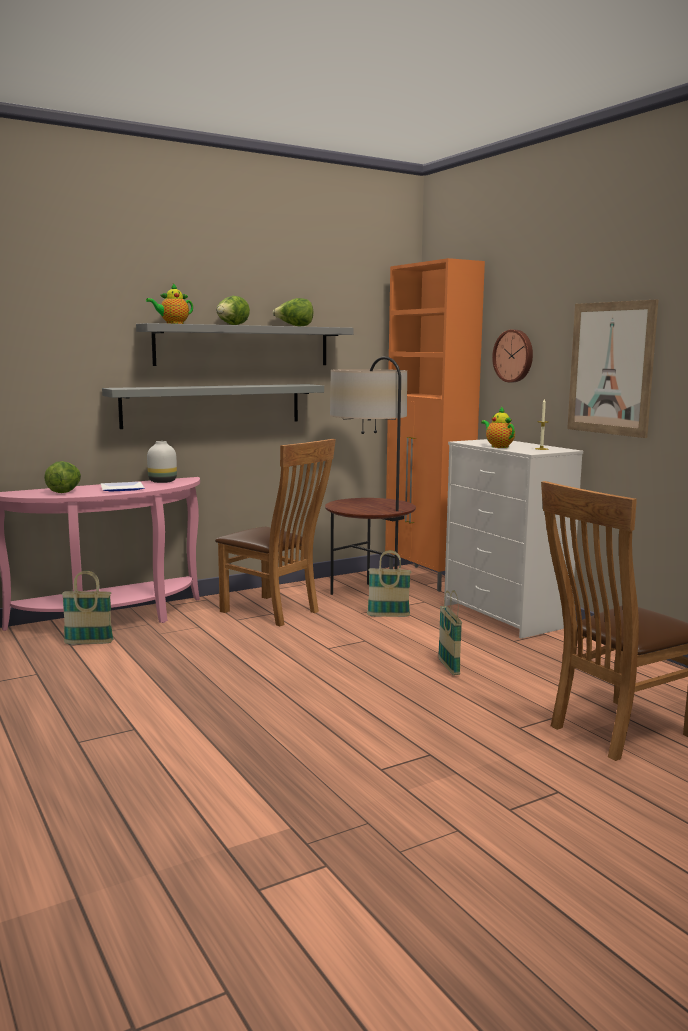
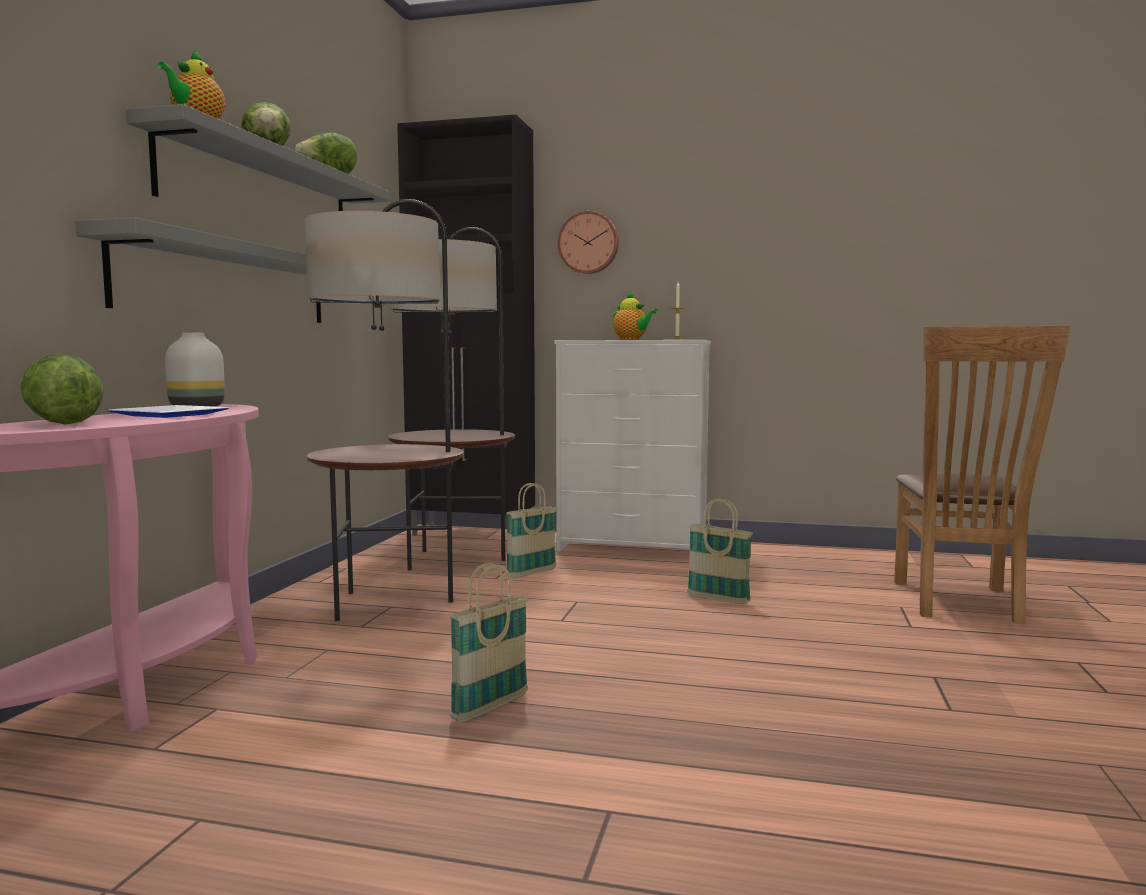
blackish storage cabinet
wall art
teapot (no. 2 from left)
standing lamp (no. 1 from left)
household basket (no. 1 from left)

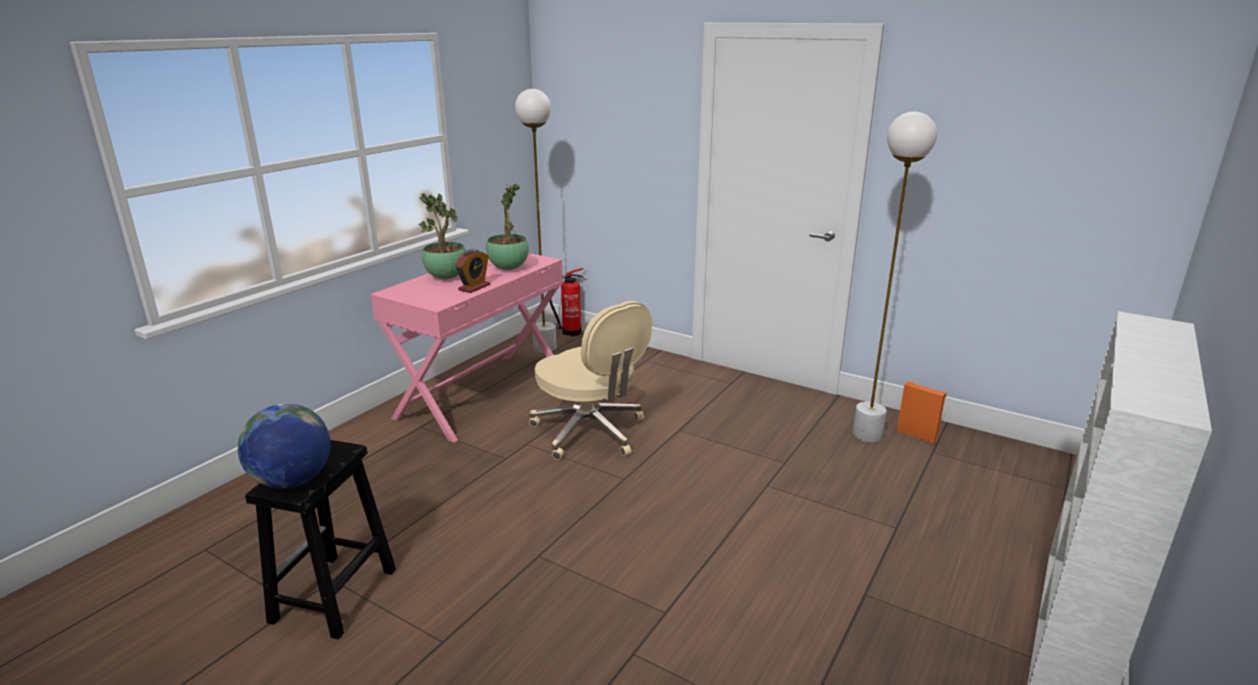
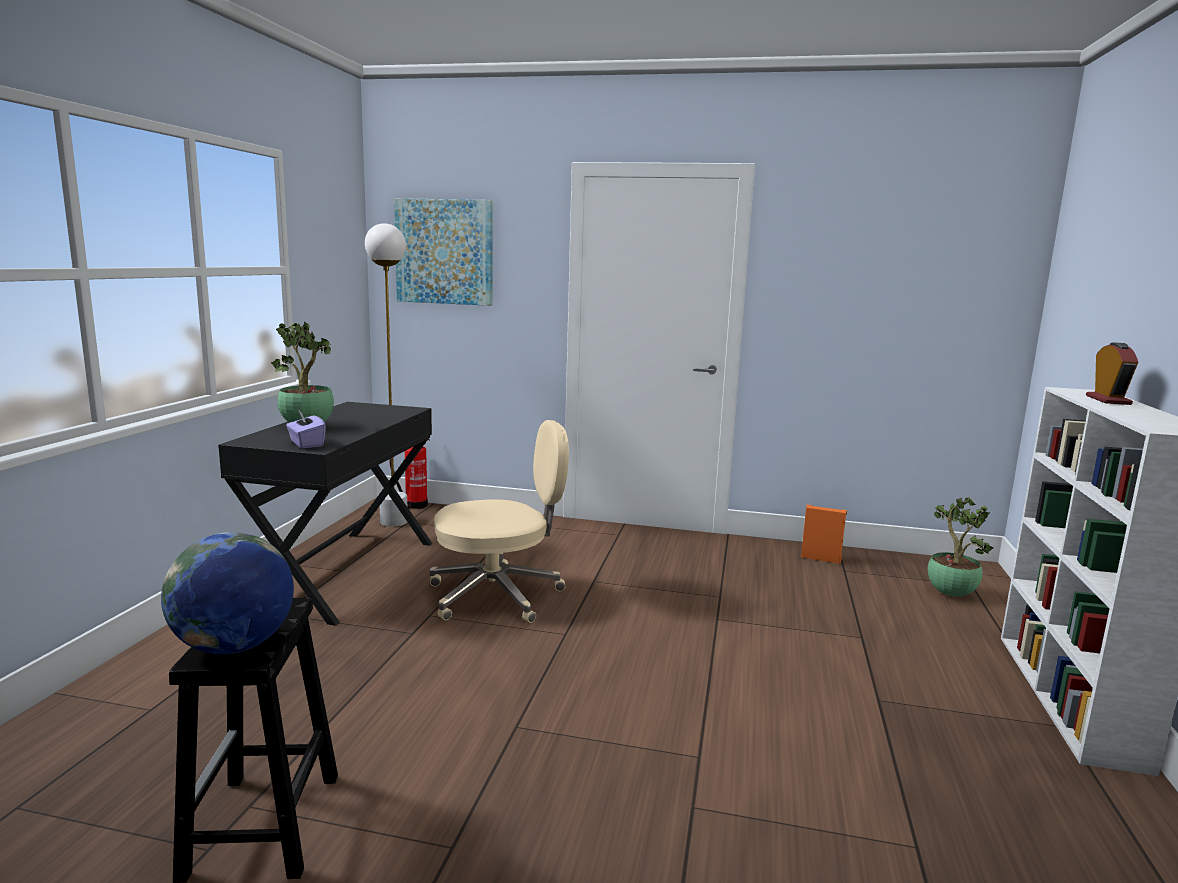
white standing lamp (no. 2 from left in the first image)
plant in a pot (no. 2 from left)
bedside clock
blackish desk
beige-coloured desk chair
wall art
purple-coloured tissue holder

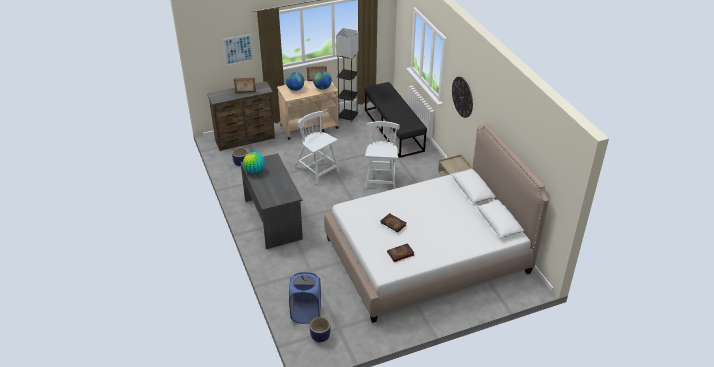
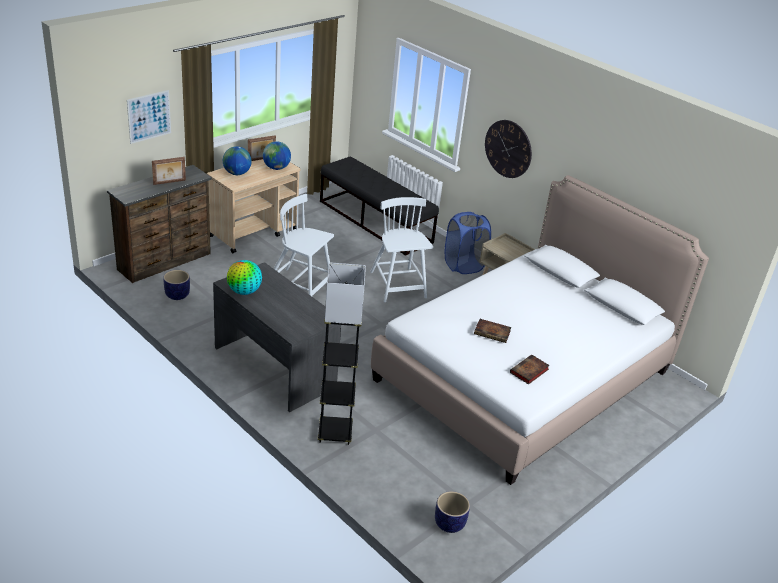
gray standing lamp
bluish laundry basket

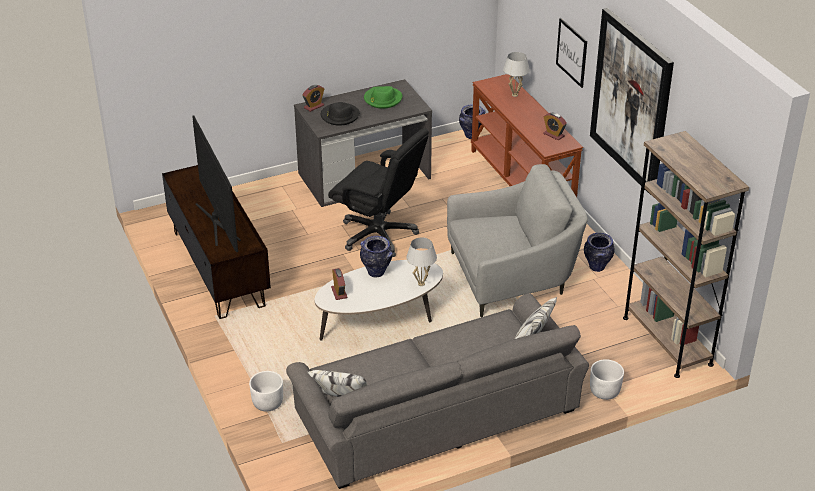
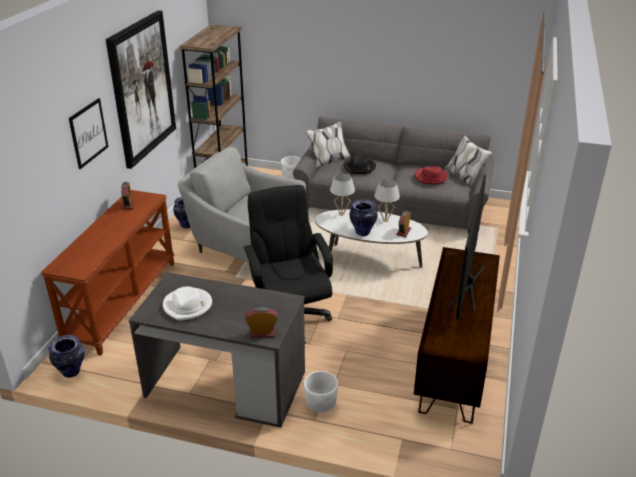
white lamp for a table (no. 2 from left)
white hat
blackish hat
white plant pot (no. 2 from left)
red hat

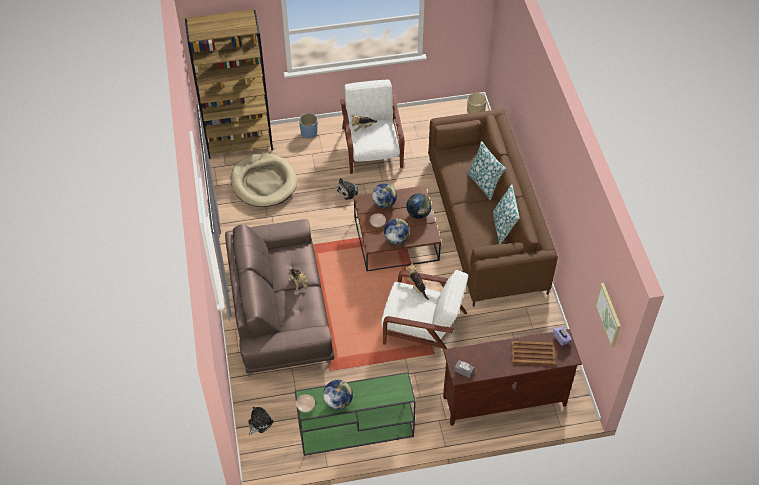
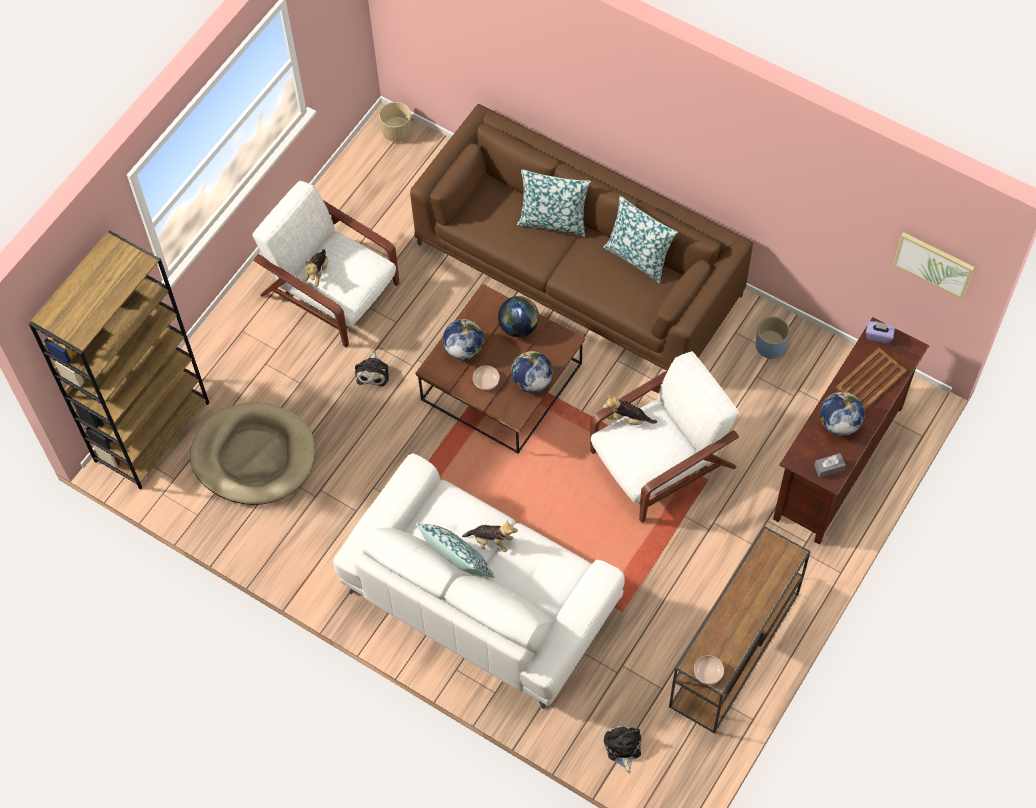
bluish plant pot
white settee
brownish narrow table
world globe (no. 4 from left)
cushion (no. 1 from left)

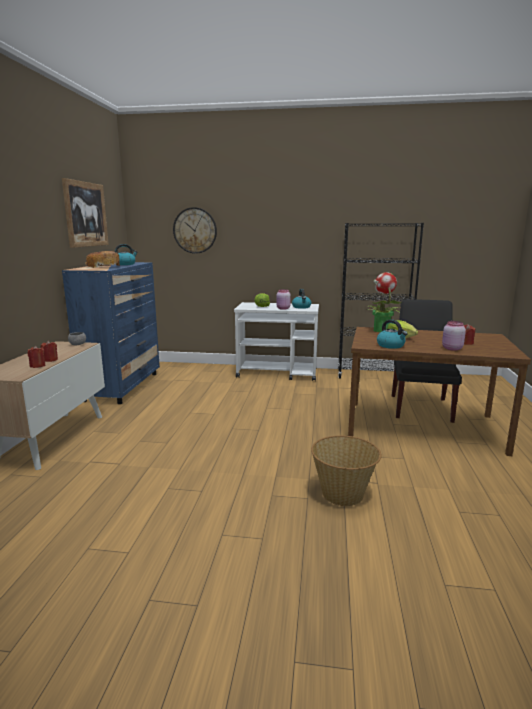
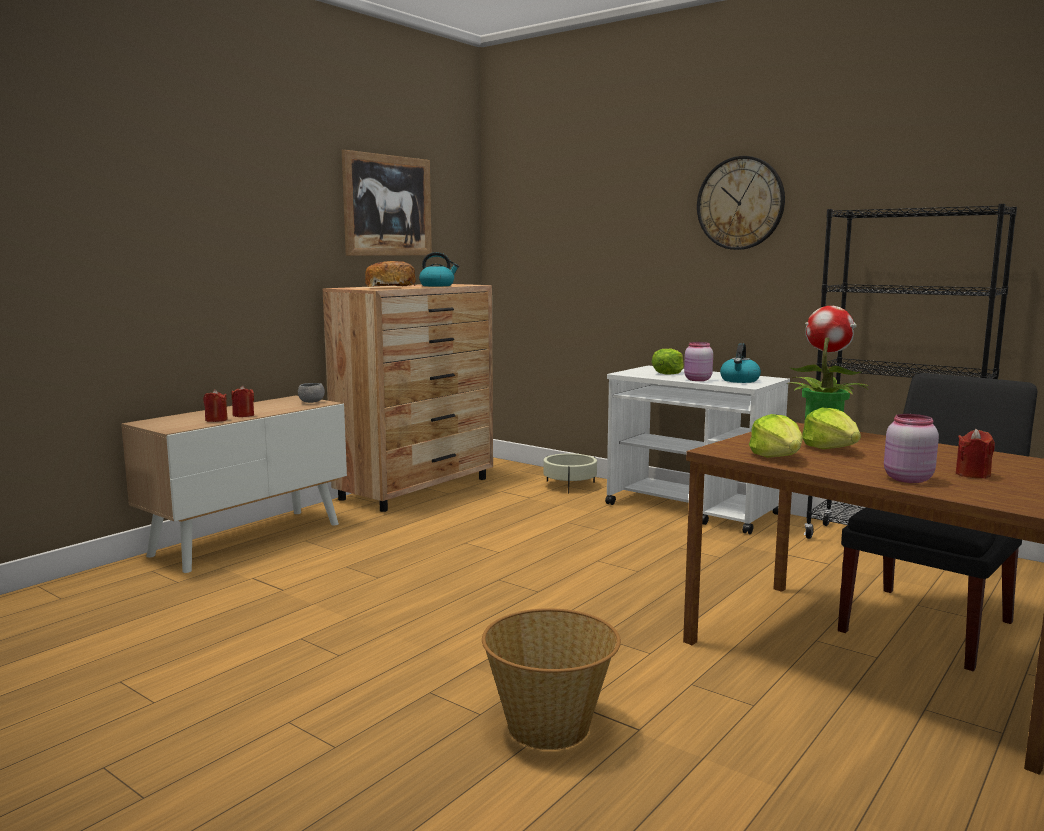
clock on the wall
brownish drawer chest
head of lettuce (no. 2 from left)
beige-coloured plant pot

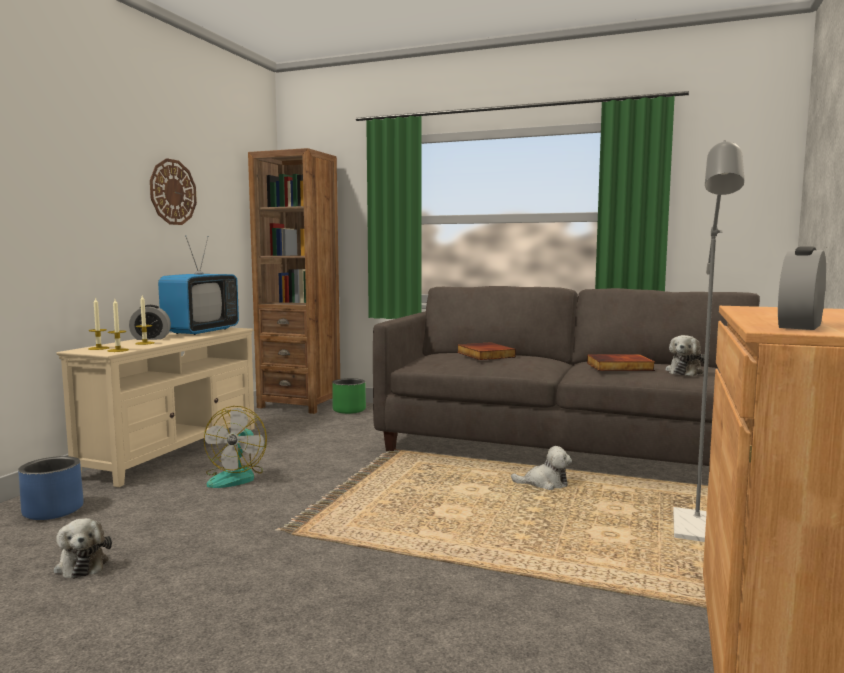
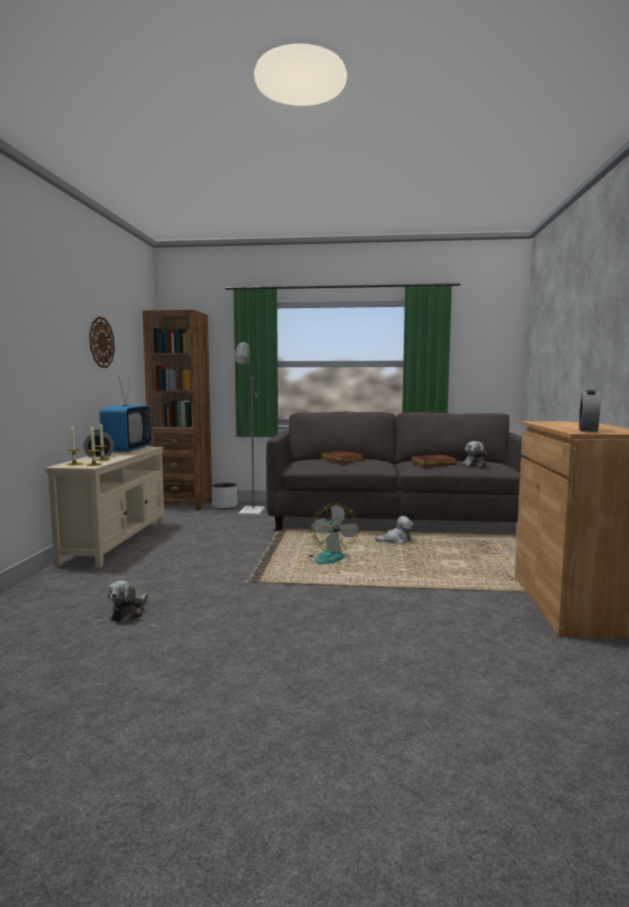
gray standing lamp
gray plant pot
cooling fan
bluish plant pot
plush toy (no. 1 from left)

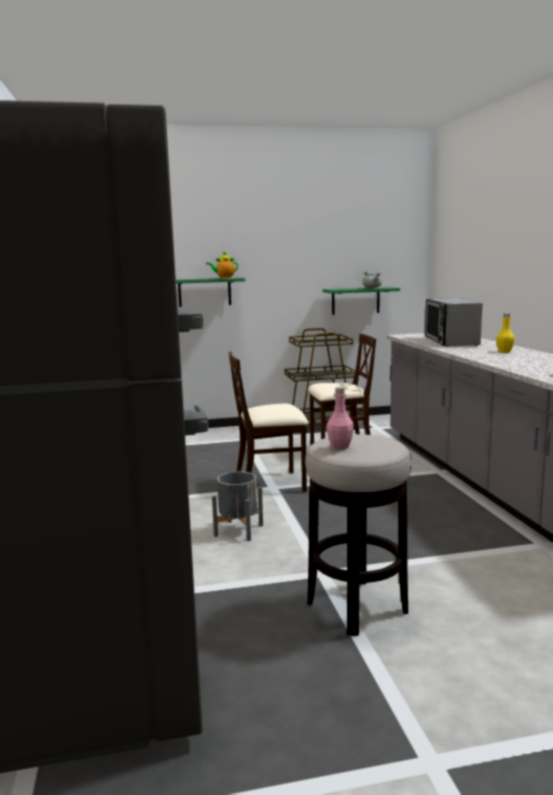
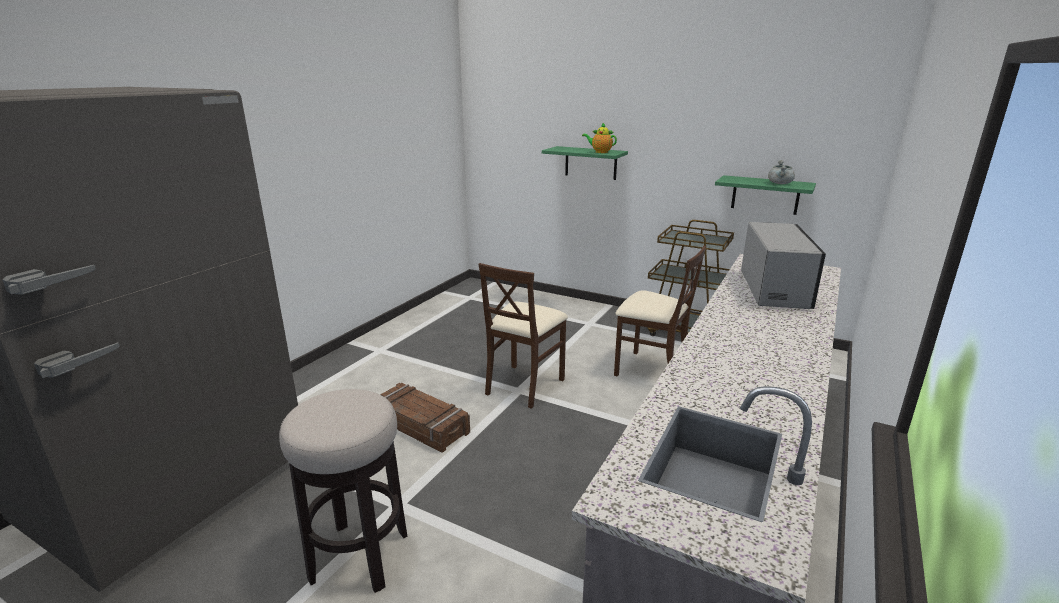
kitchen microwave
yellowish bottle
beige-coloured upright chair (no. 1 from left)
pink-coloured bottle
shipping crate

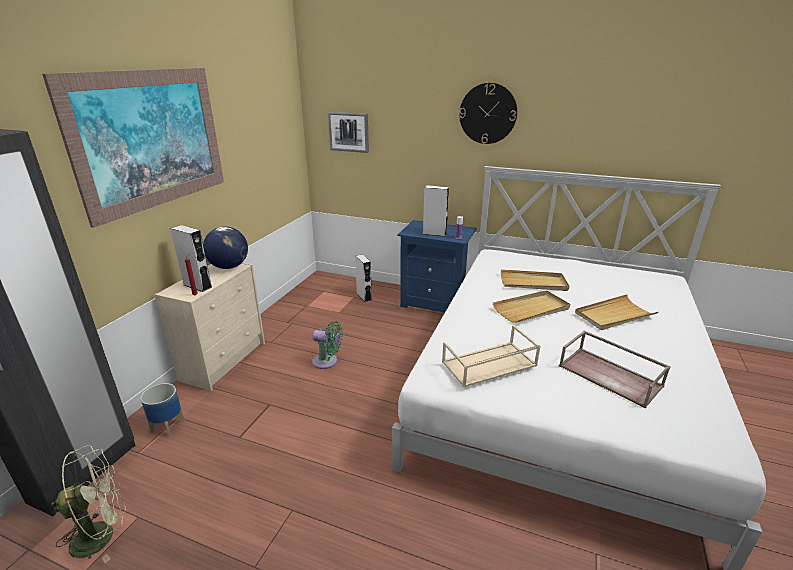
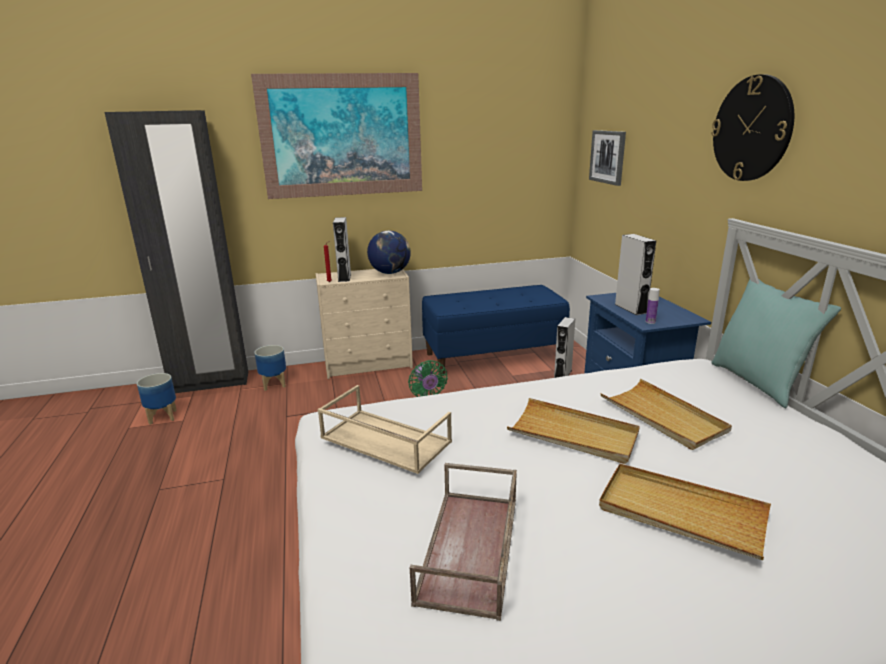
plant pot (no. 1 from left)
turquoise cushion
bluish indoor bench

